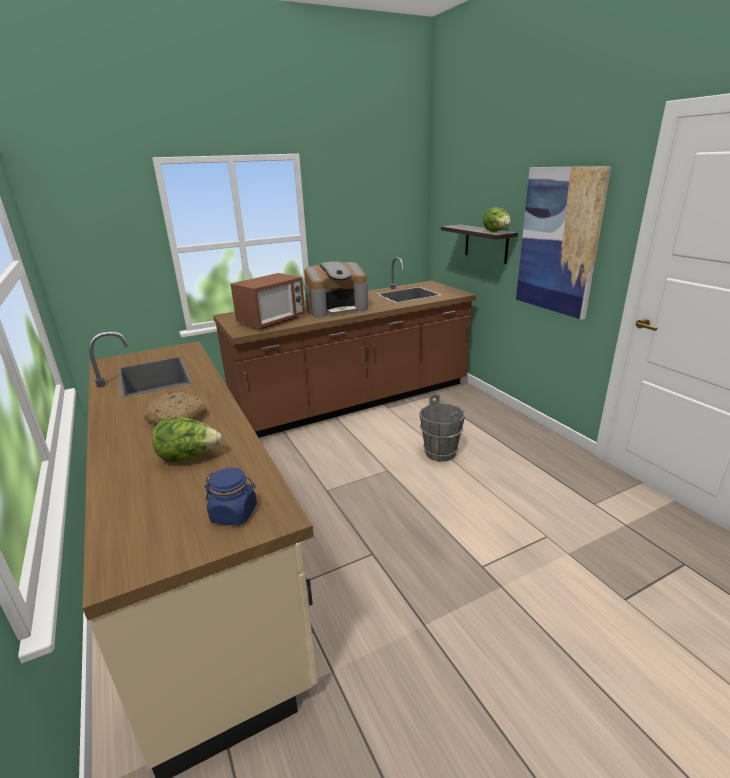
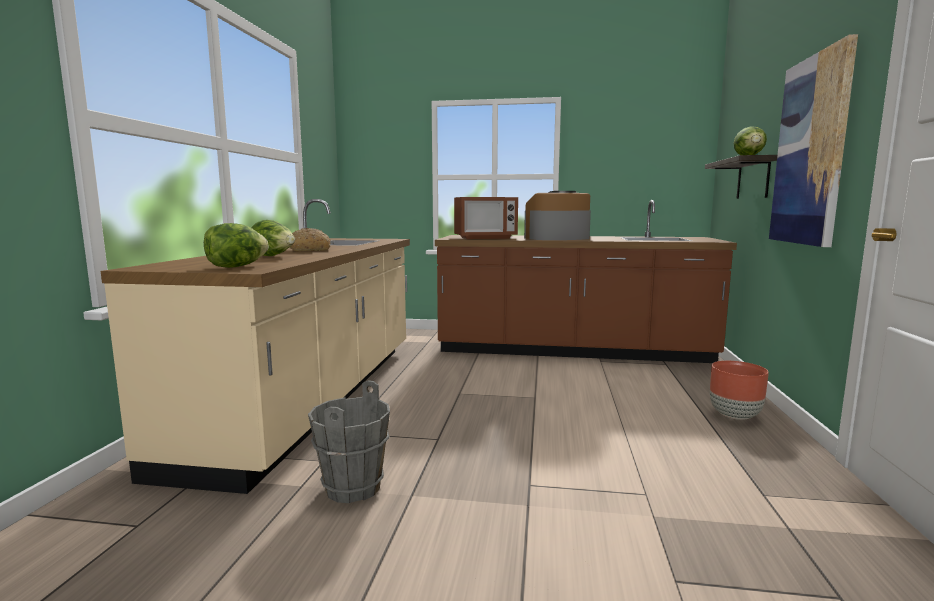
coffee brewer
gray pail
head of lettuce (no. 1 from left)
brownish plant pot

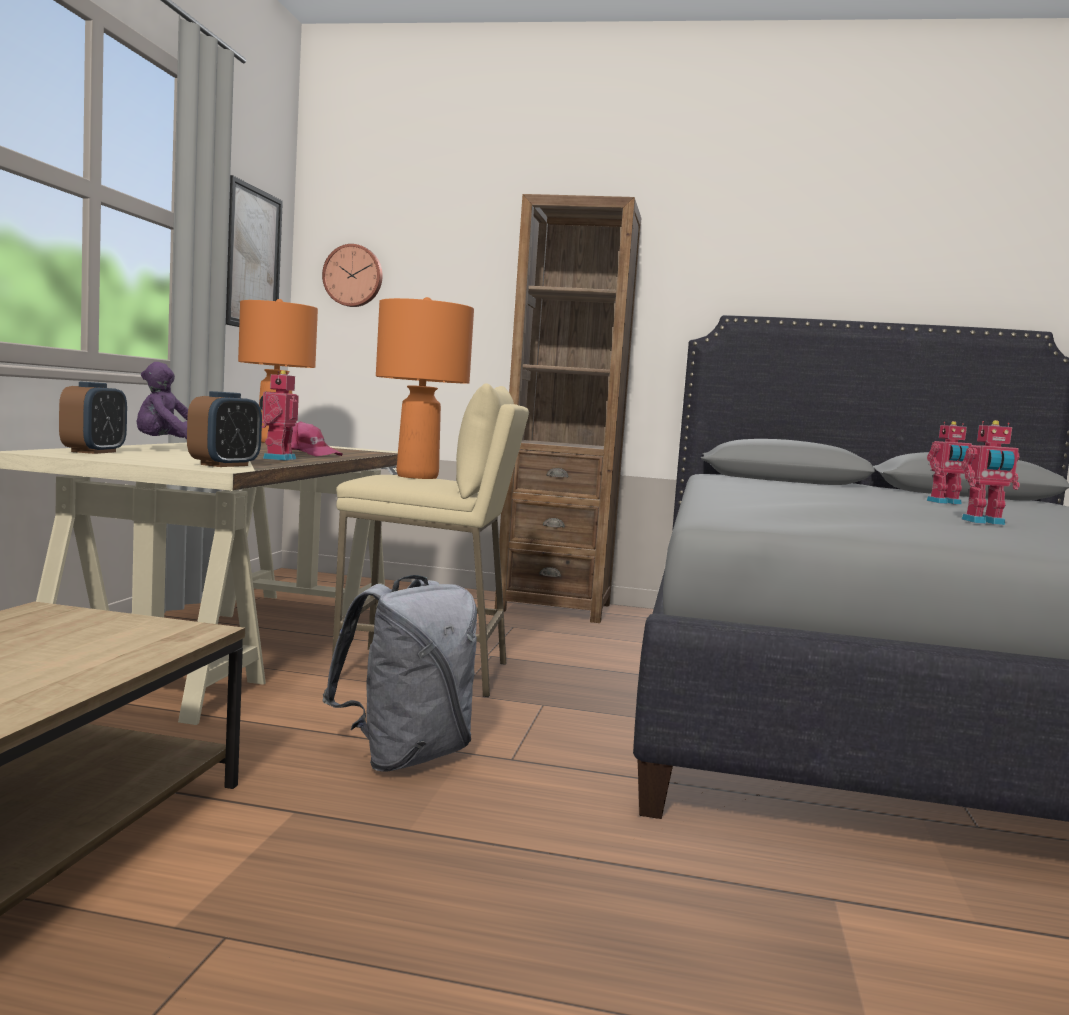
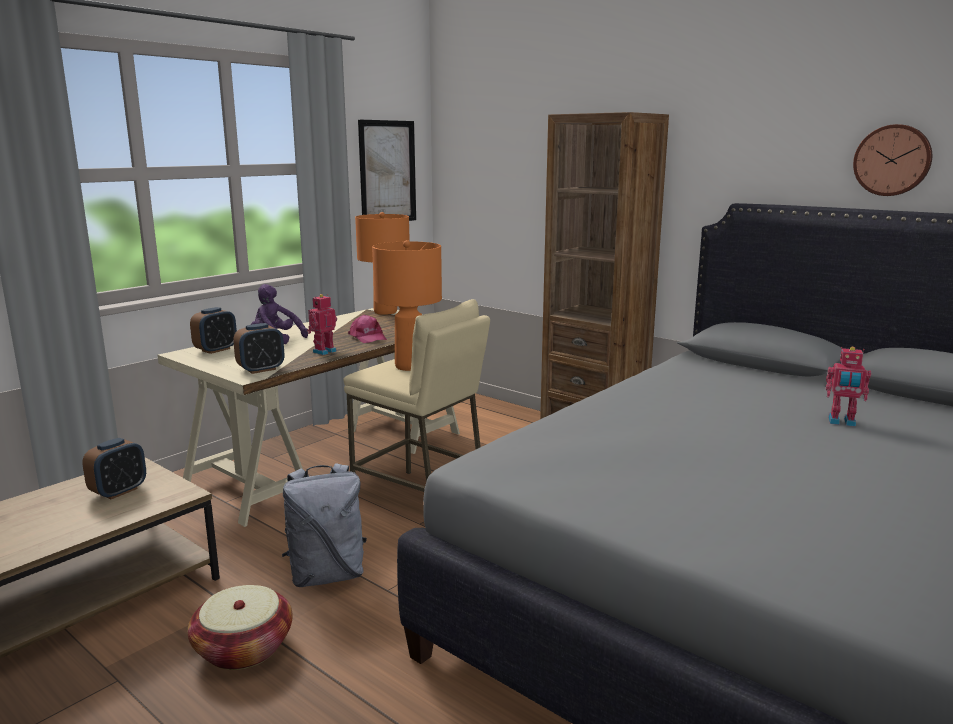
clock on the wall
toy robot (no. 3 from left in the first image)
bedside clock (no. 1 from left)
household basket

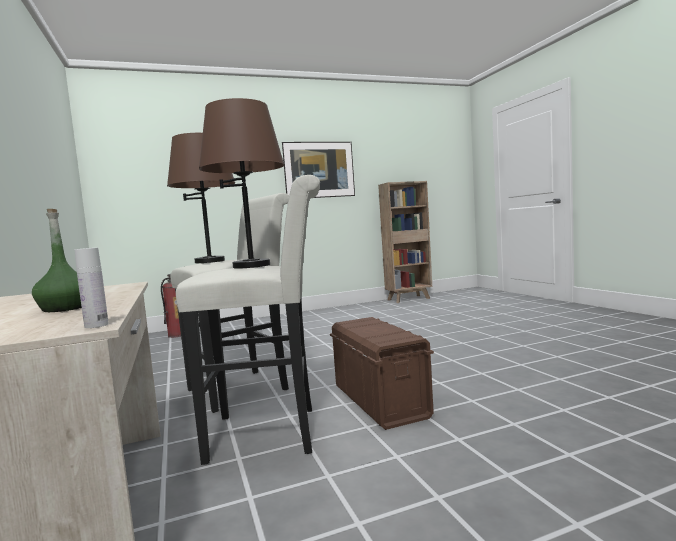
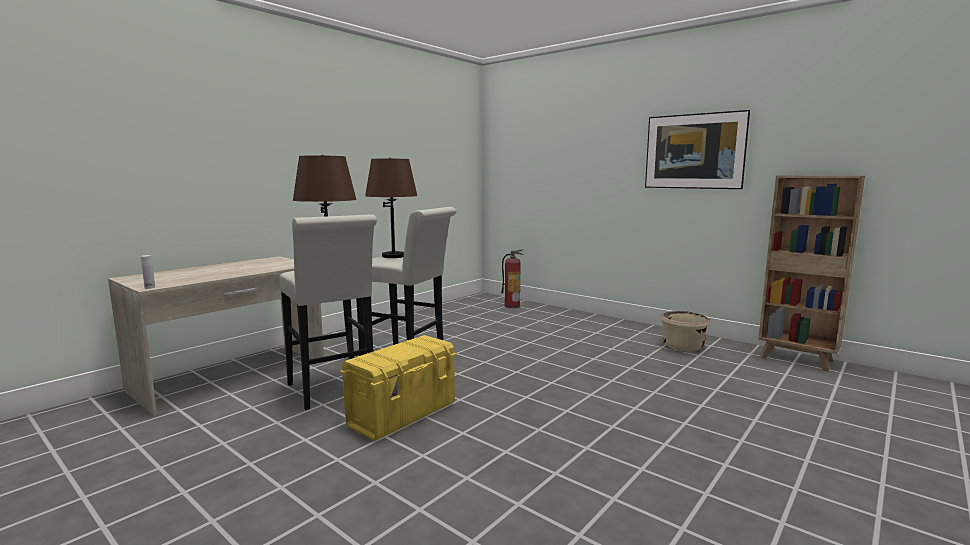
greenish bottle
yellowish storage box
beige-coloured plant pot

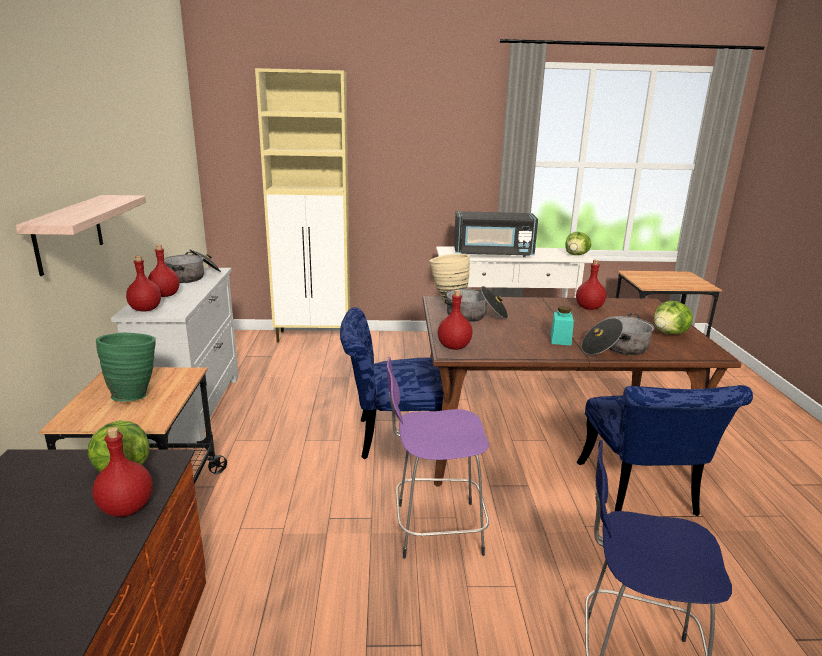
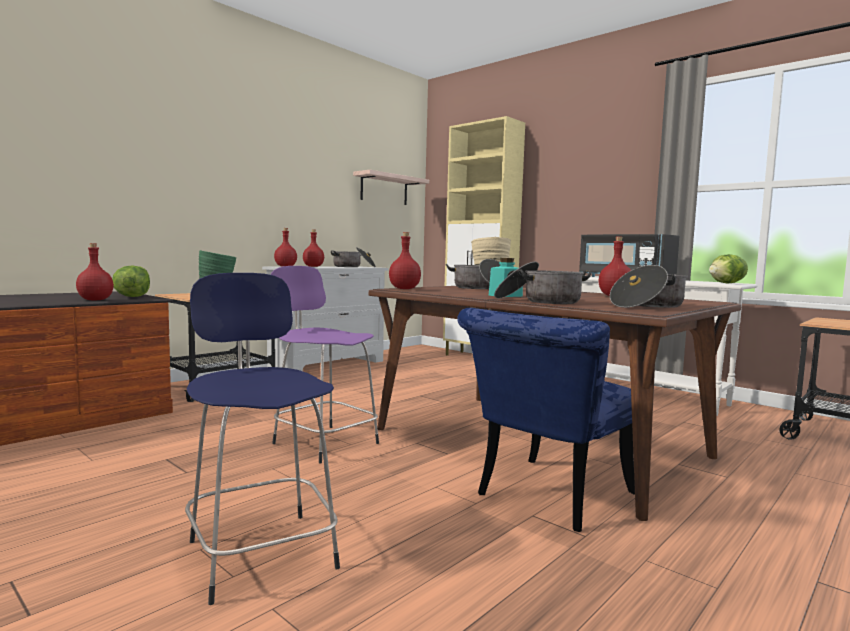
wall shelf
cooking pot (no. 4 from left)
bluish upright chair (no. 1 from left in the first image)

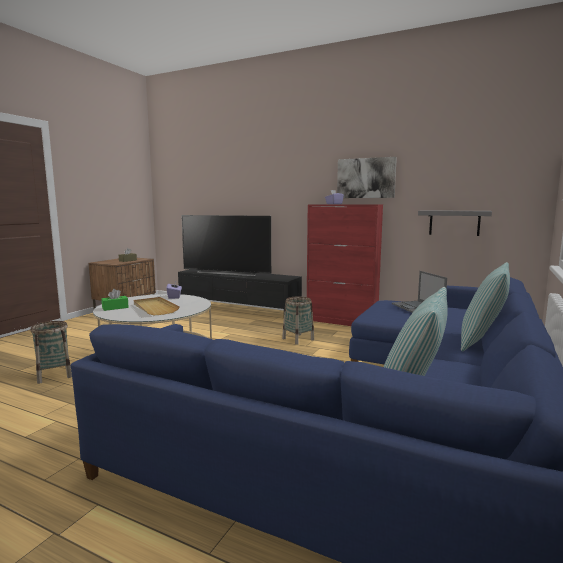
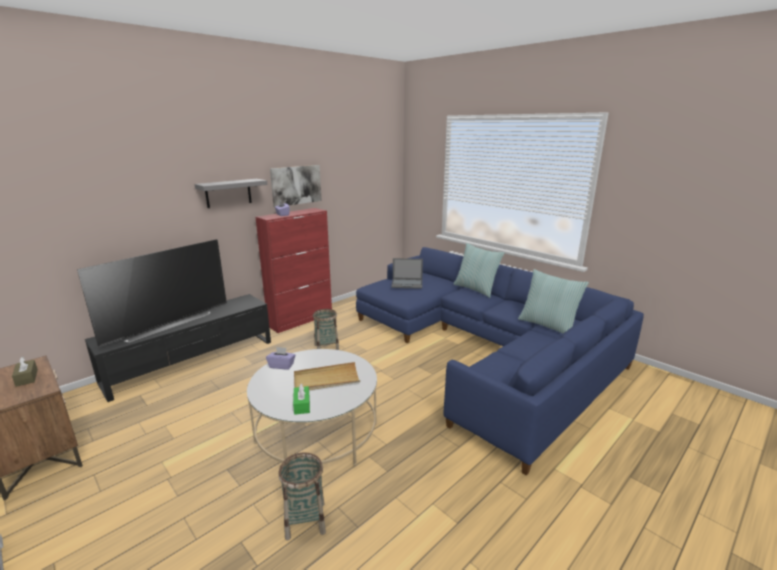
gray wall shelf

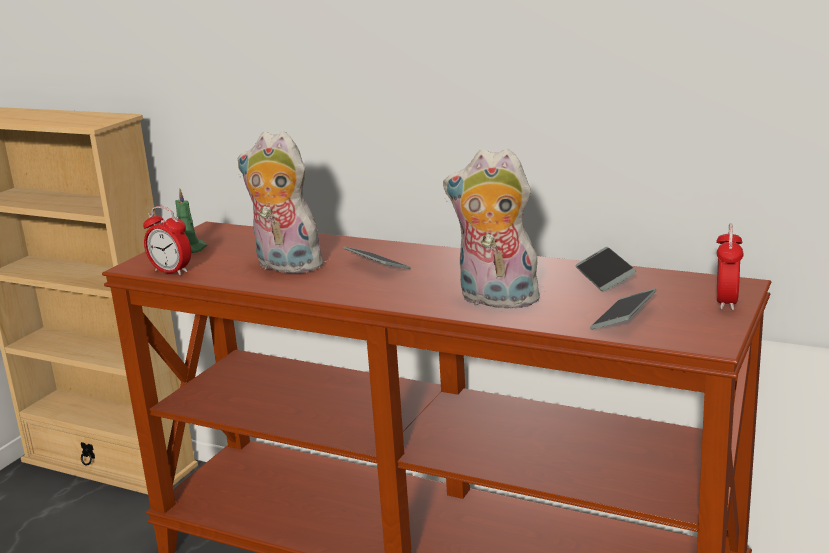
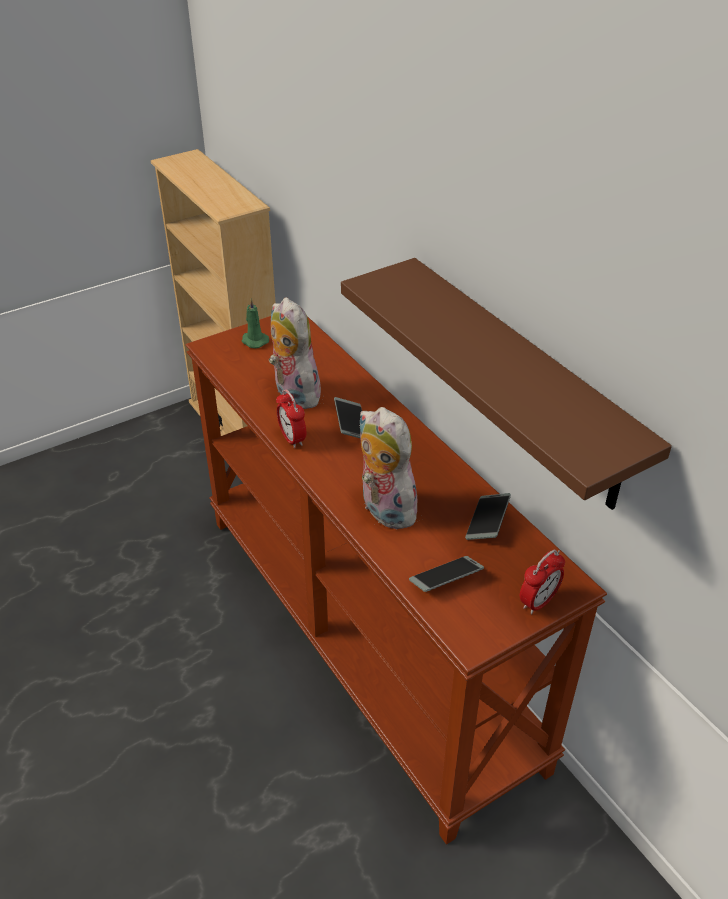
bedside clock (no. 1 from left)
brownish wall shelf

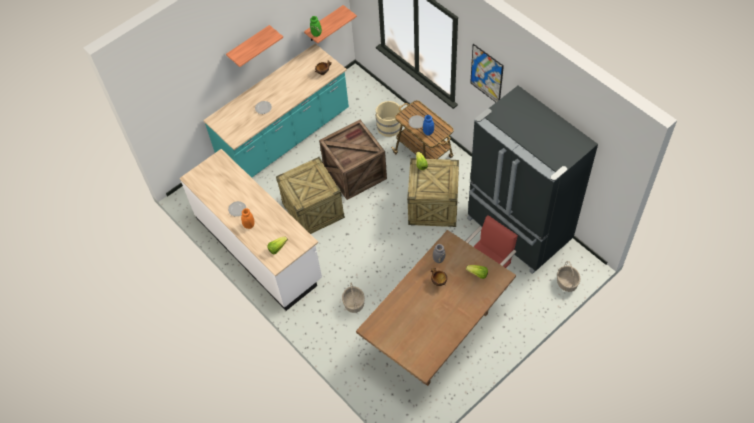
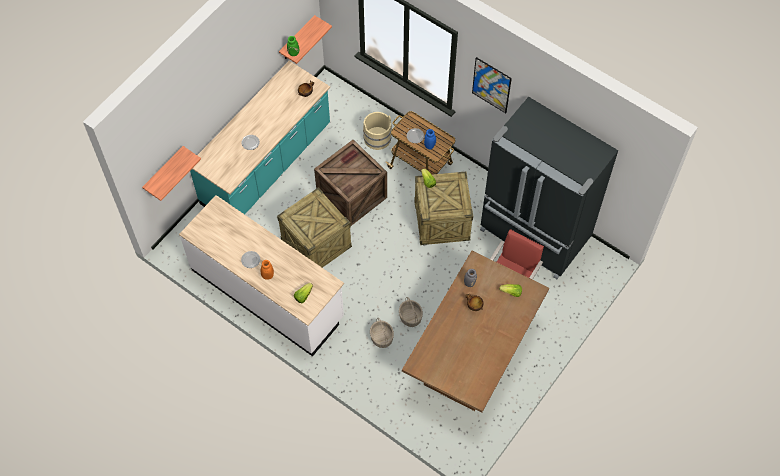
wall shelf (no. 1 from left)
household basket (no. 2 from left)

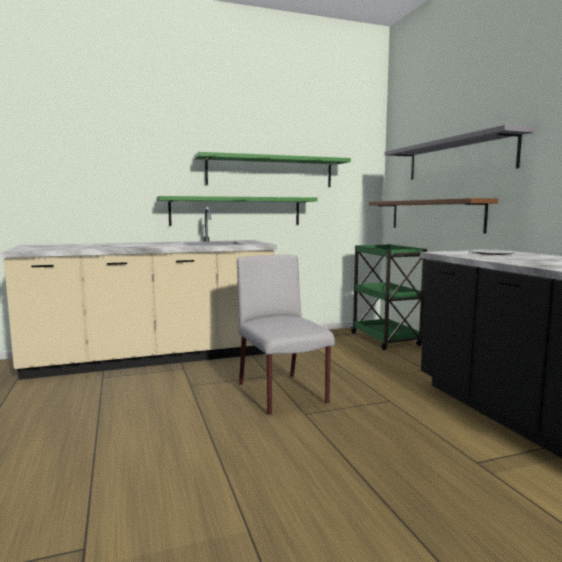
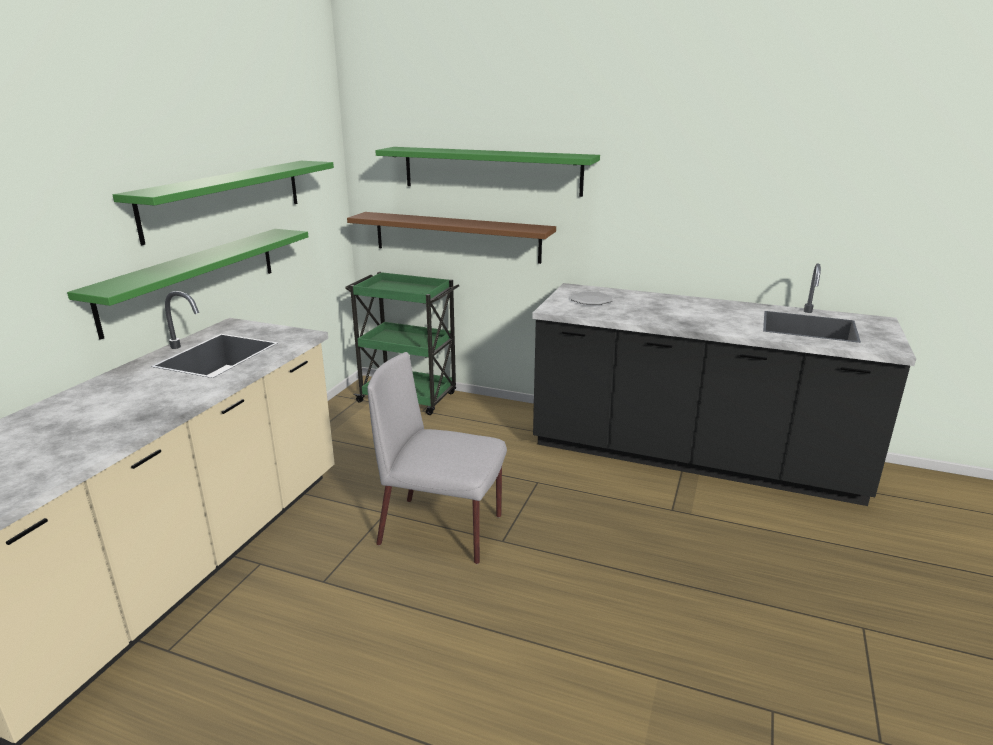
greenish wall shelf (no. 3 from left)

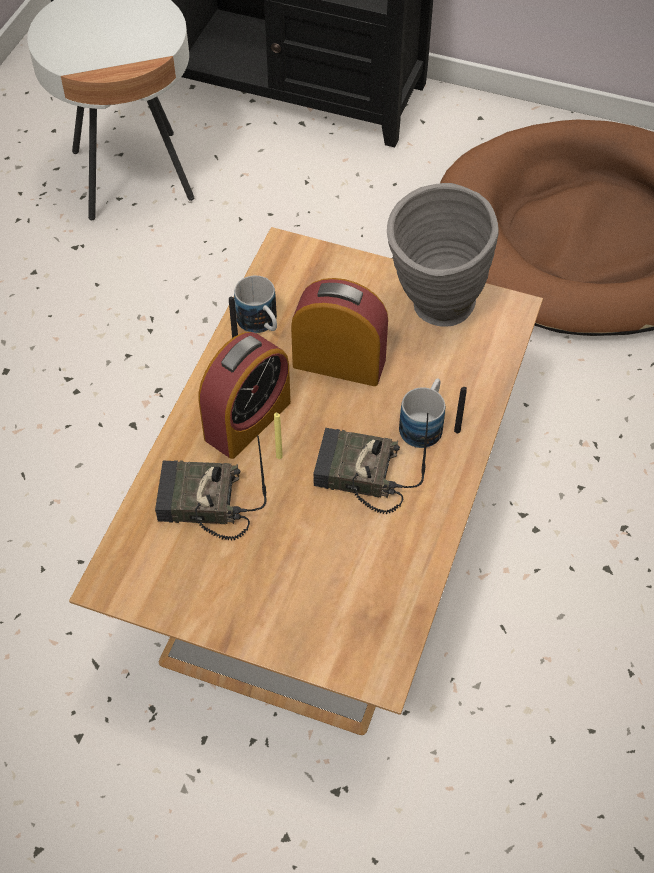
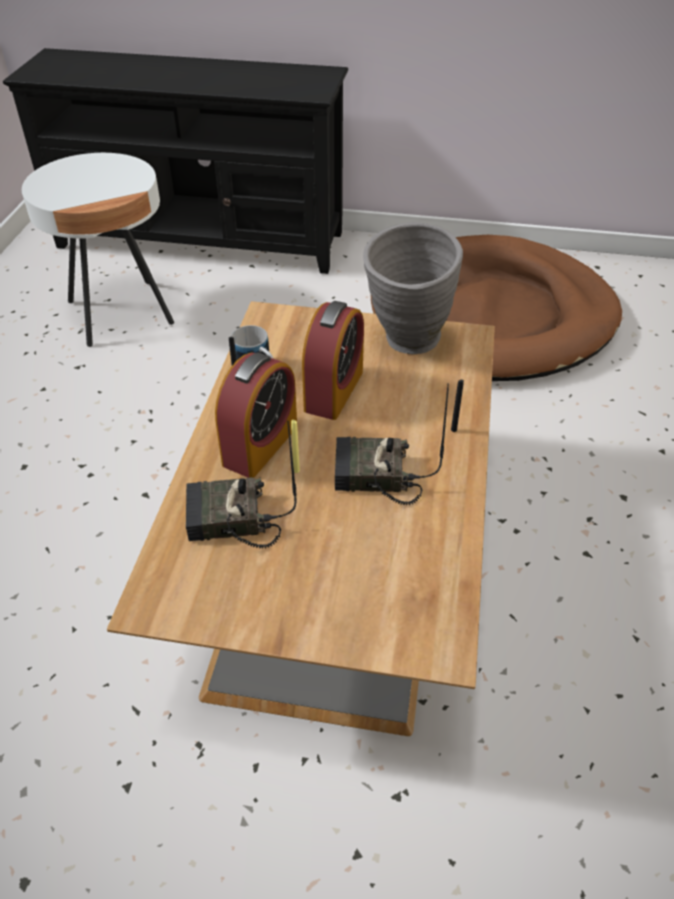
bedside clock (no. 2 from left)
tea mug (no. 2 from left in the first image)

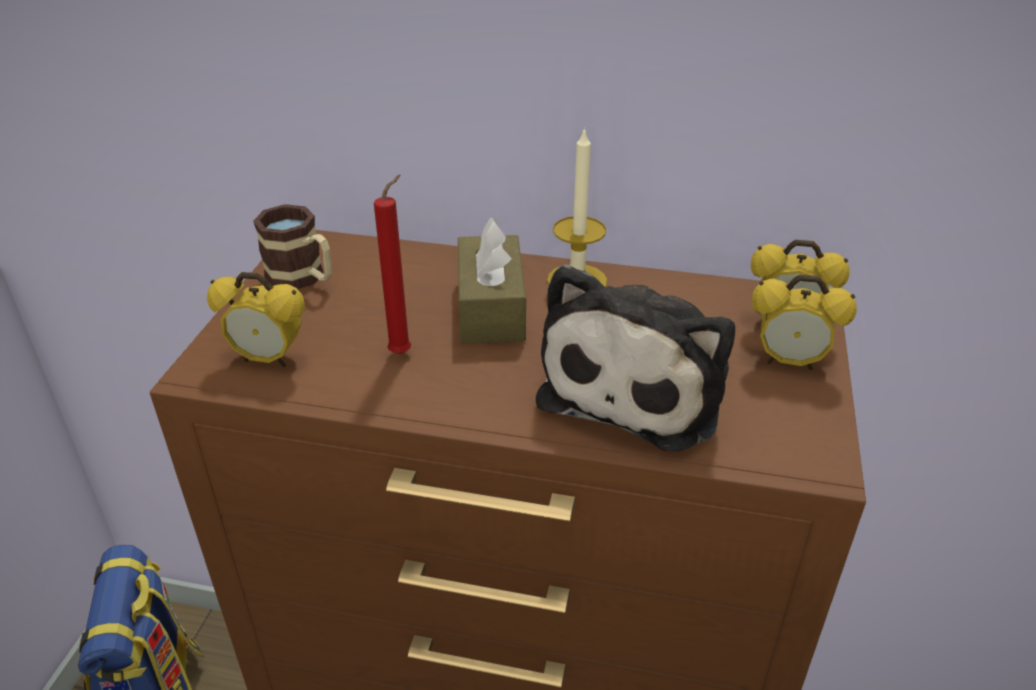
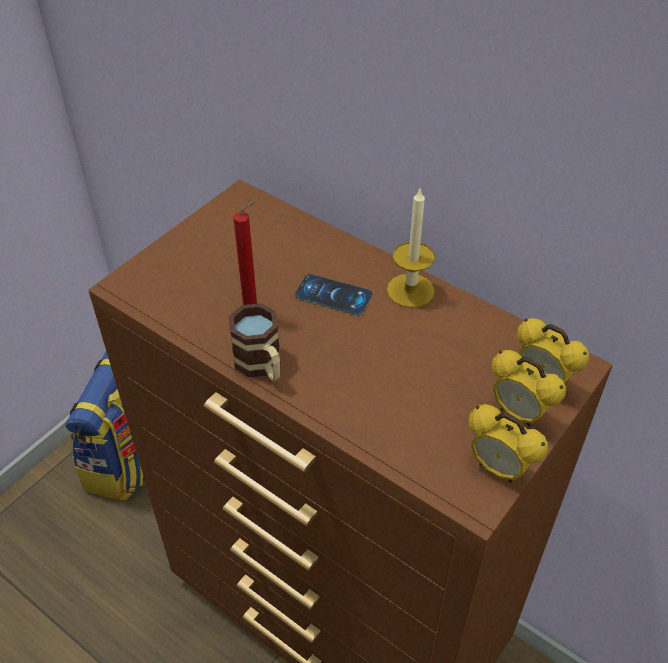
tea mug
phone
plush toy
bedside clock (no. 1 from left)

